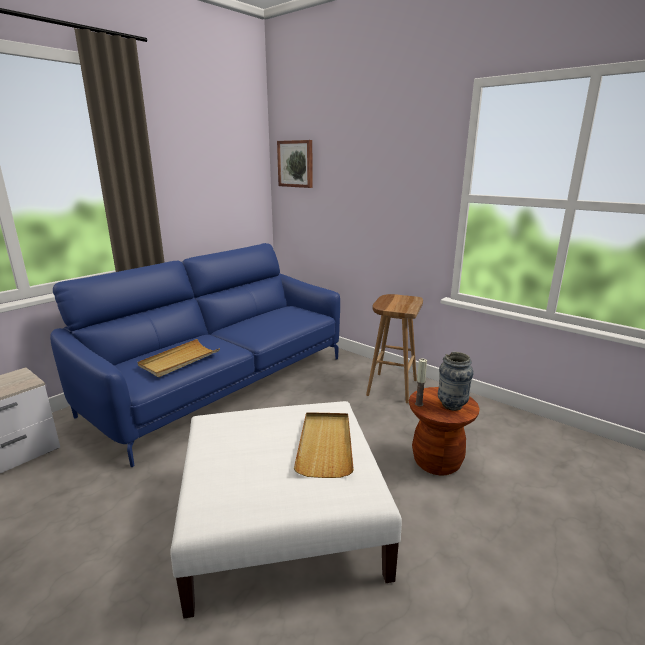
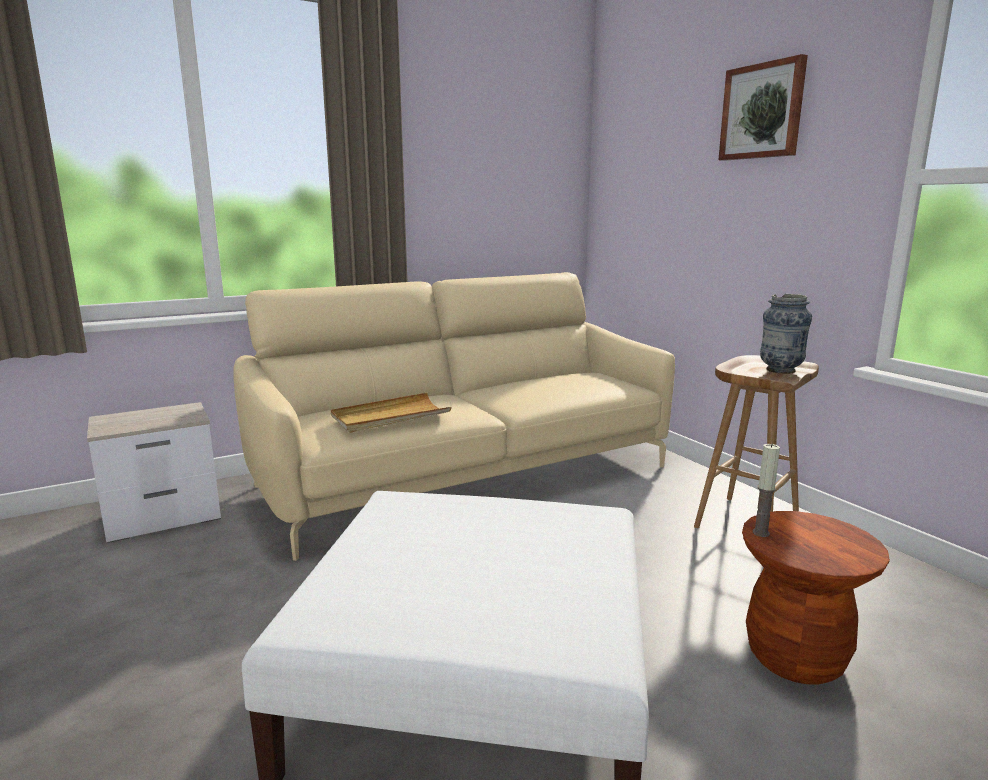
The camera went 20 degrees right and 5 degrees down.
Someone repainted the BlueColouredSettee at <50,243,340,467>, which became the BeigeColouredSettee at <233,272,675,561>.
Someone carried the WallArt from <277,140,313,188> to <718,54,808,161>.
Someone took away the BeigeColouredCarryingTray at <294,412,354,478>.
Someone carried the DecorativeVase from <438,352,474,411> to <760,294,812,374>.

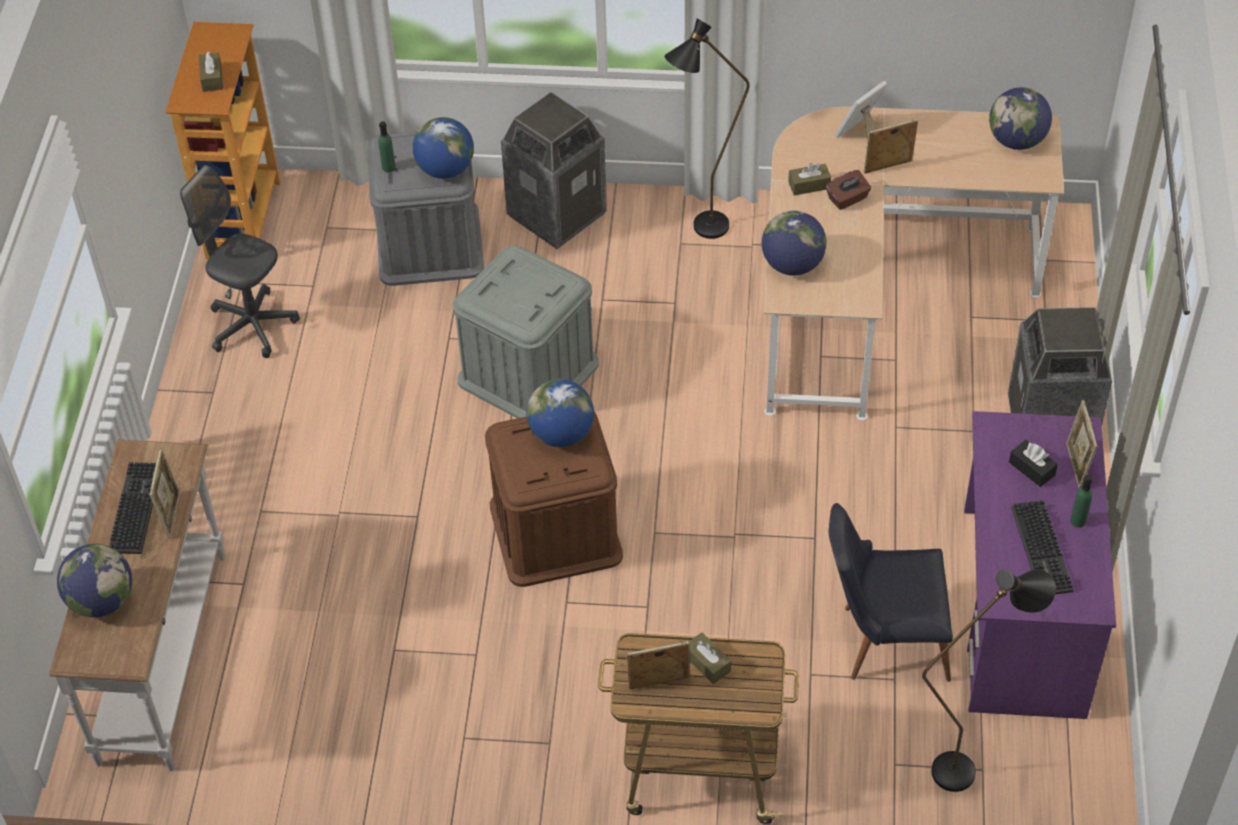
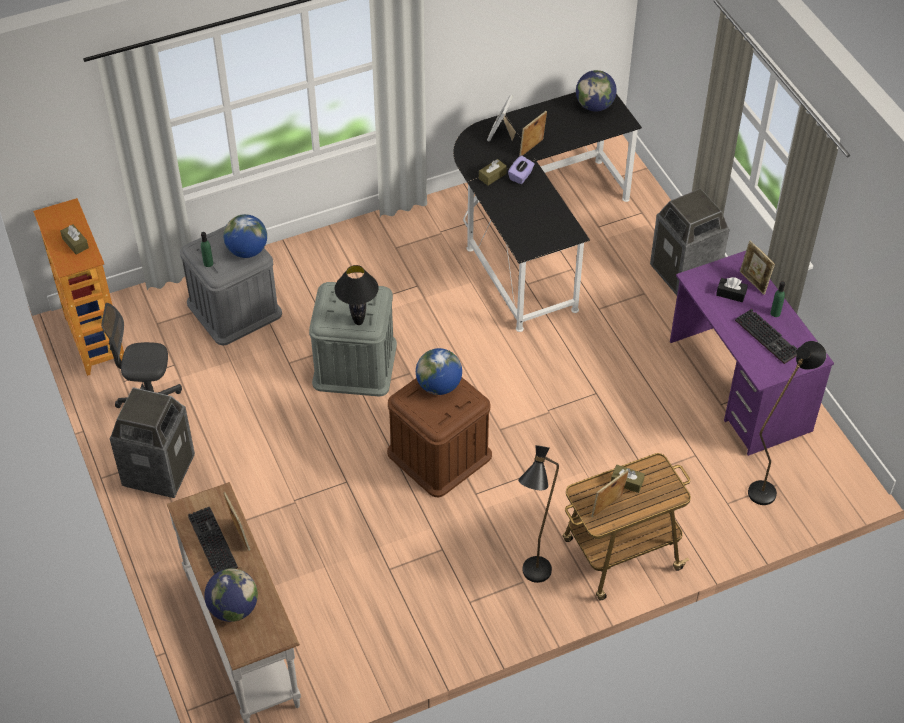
The camera went 30 degrees left and 0 degrees up.
Someone carried the WasteBin from <501,92,607,249> to <109,387,195,498>.
Someone carried the BlackStandardLamp from <664,19,750,239> to <518,445,559,583>.
Someone took away the DeskGlobe at <762,210,826,276>.
Someone repainted the BeigeColouredDeskUnit at <764,107,1064,421>, which became the BlackDeskUnit at <453,92,642,332>.
Someone repainted the BrownColouredTissueBox at <826,170,871,210>, which became the PurpleColouredTissueBox at <508,155,535,184>.
Someone took away the BlackChair at <829,503,953,682>.
Someone put down the BlackTabletopLamp at <335,265,379,325>.

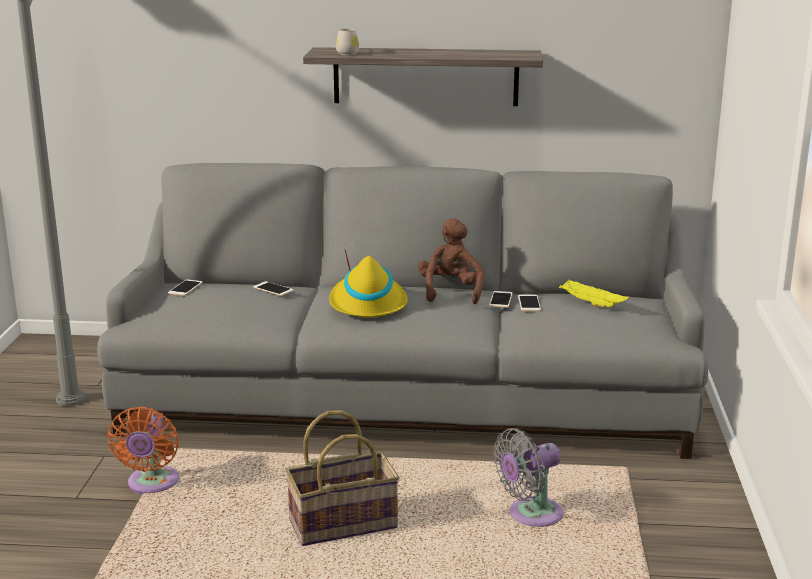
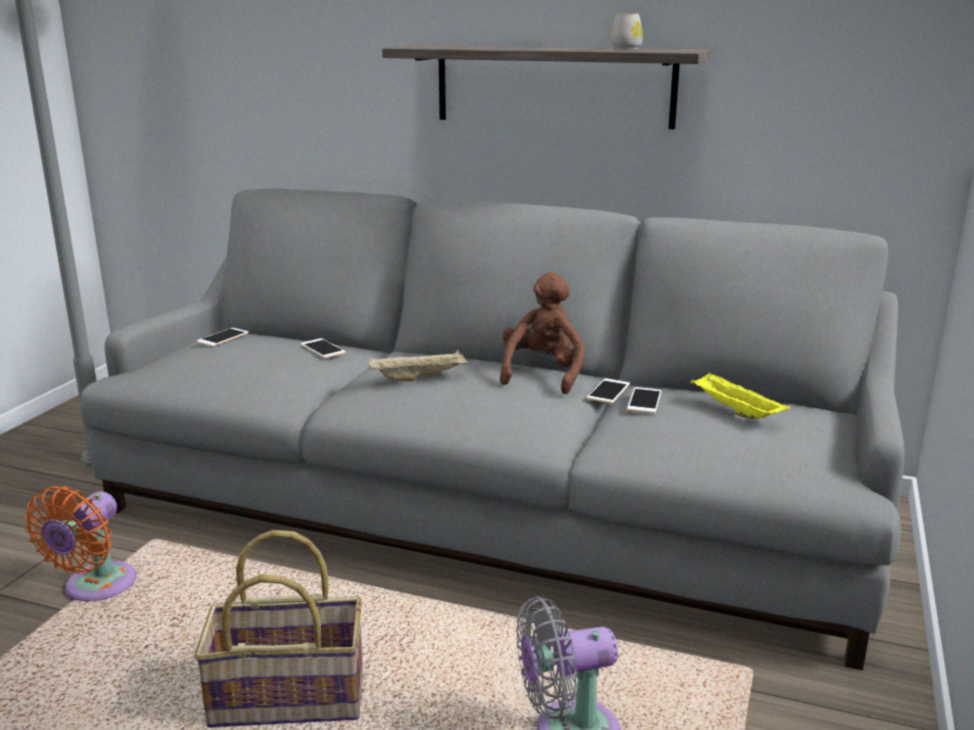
The camera went 15 degrees right and 0 degrees up.
Someone swapped the YellowColouredWearableHat at <329,250,407,318> for the BeigeColouredCarryingTray at <368,350,469,381>.
Someone carried the WhiteColouredTeaMug from <336,28,359,55> to <610,13,643,50>.

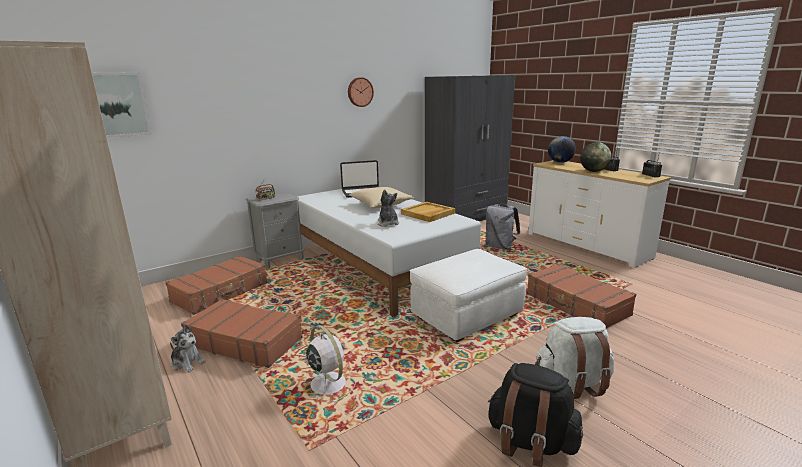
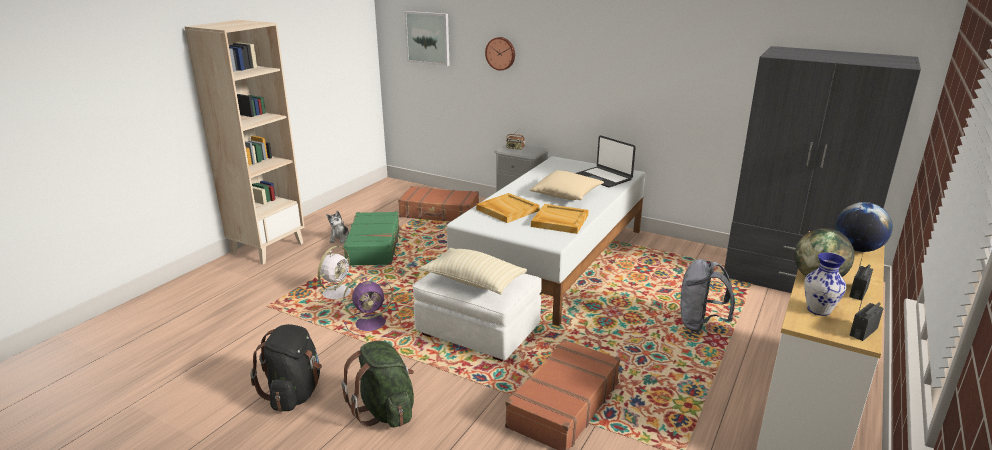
The camera went 65 degrees right and 5 degrees up.
Someone repainted the BrownColouredTravelCase at <181,299,302,368>, which became the GreenColouredTravelCase at <343,211,402,265>.
Someone carried the WallClock from <348,77,374,107> to <485,37,515,71>.
Someone swapped the PlushToy at <378,189,399,227> for the BeigeColouredCarryingTray at <476,193,540,223>.
Someone repainted the WhiteColouredBackpack at <535,317,614,399>, which became the GreenColouredBackpack at <341,341,414,427>.
Someone put down the PurpleColouredElectricFan at <343,275,393,336>.
Someone put down the BeigeColouredThrowPillow at <420,248,527,294>.
Someone put down the DecorativeVase at <804,253,846,316>.

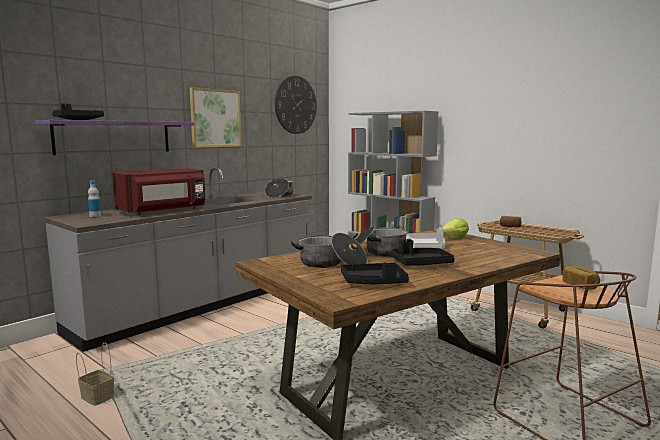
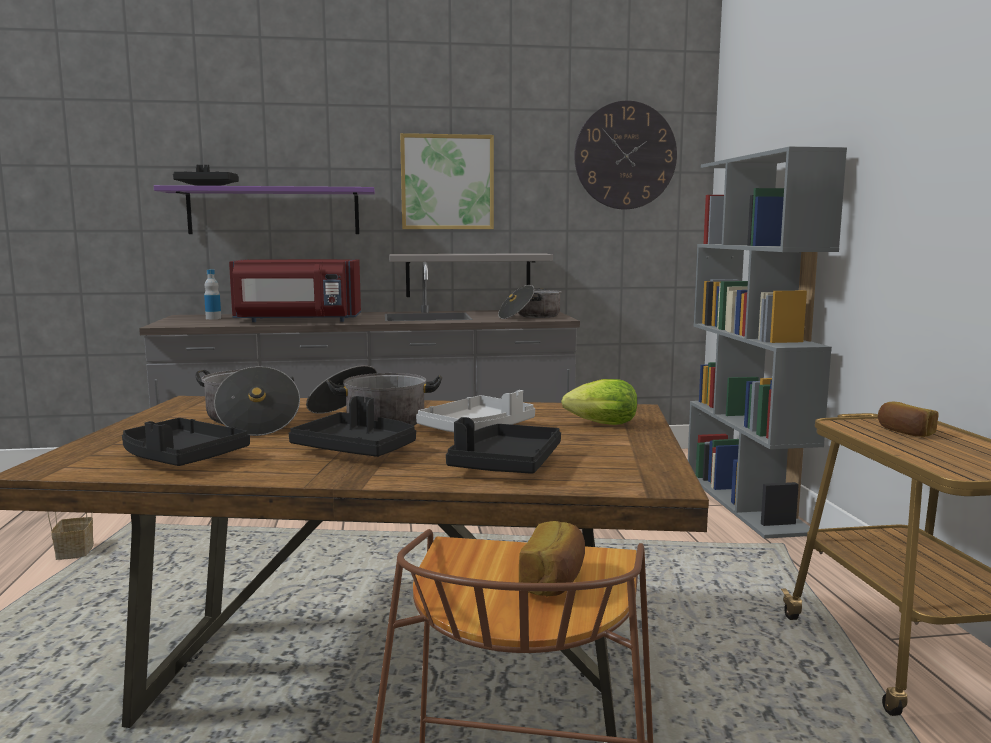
The camera went 40 degrees right and 0 degrees up.
Someone put up the GreyishBracketShelf at <389,253,553,297>.
Someone put down the BlackCarryingTray at <446,417,561,474>.

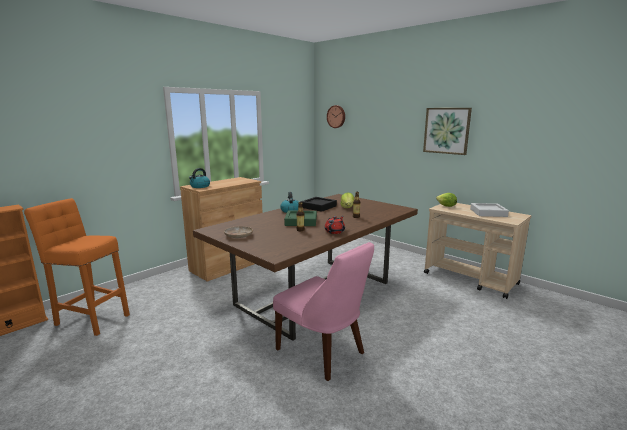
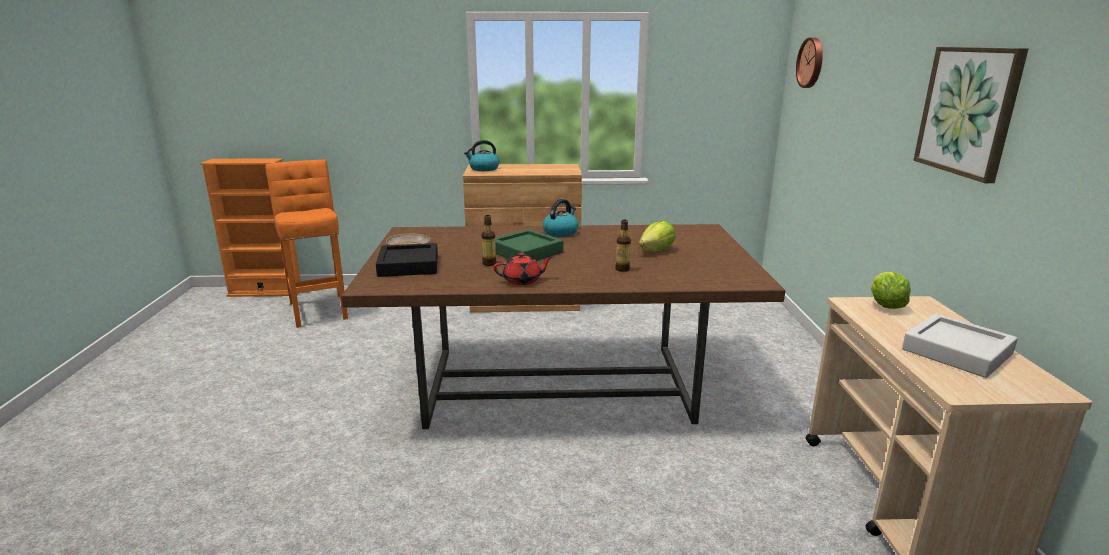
The camera went 45 degrees right and 5 degrees up.
Someone took away the PinkChair at <273,242,374,381>.
Someone carried the BlackCarryingTray from <301,197,337,212> to <376,243,438,277>.

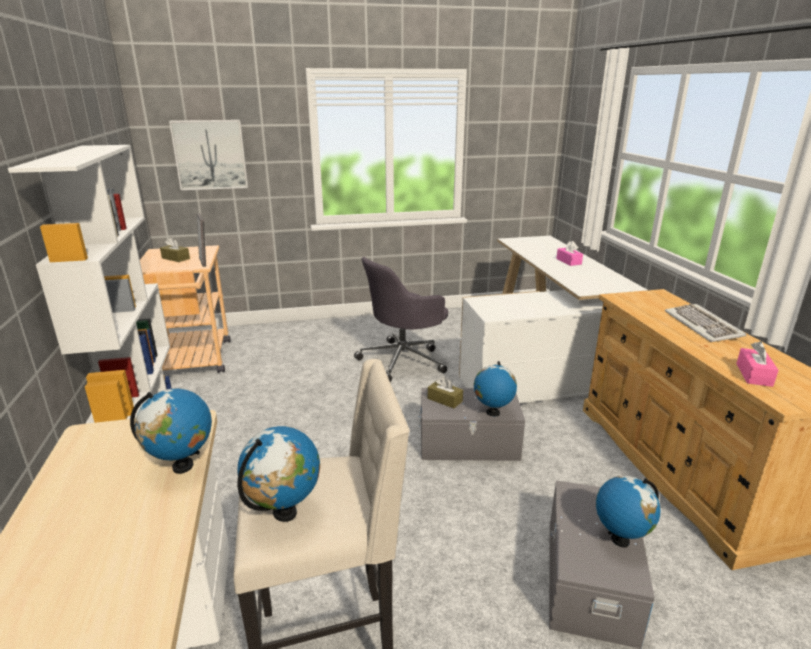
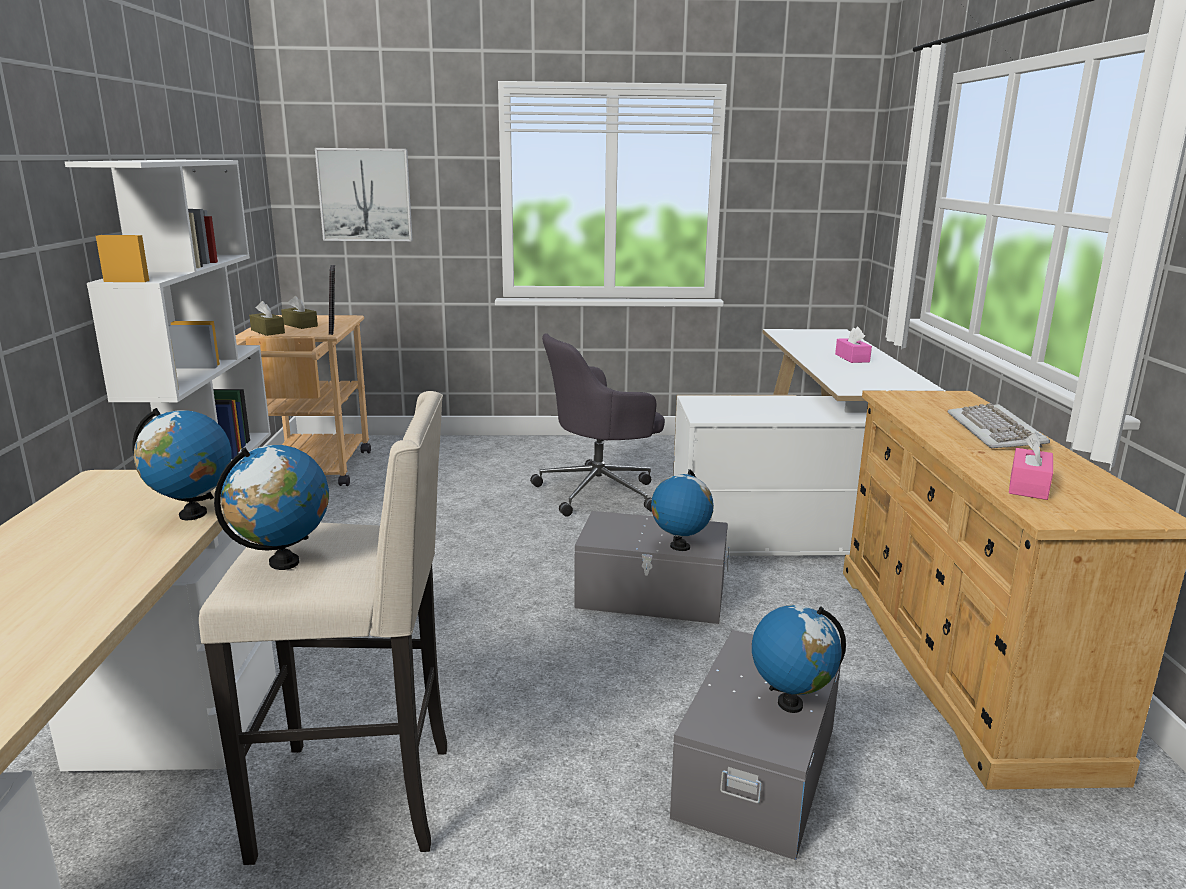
The camera went 10 degrees right and 5 degrees down.
Someone carried the BrownColouredTissueBox from <428,377,463,408> to <249,301,285,336>.

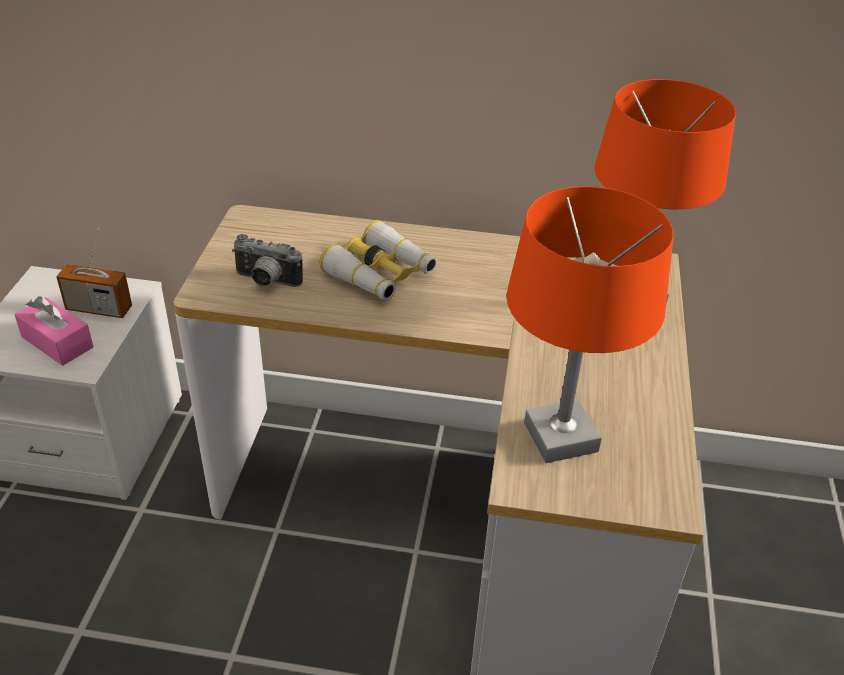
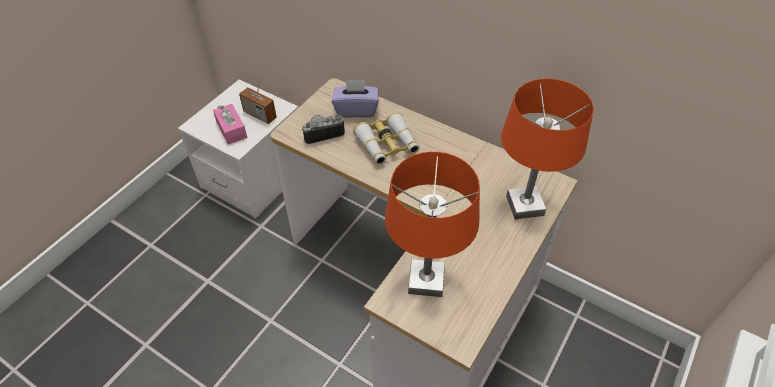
The camera went 25 degrees right and 10 degrees up.
Someone rotated the StillCamera at <232,234,303,287> by 120 degrees clockwise.
Someone put down the PurpleColouredTissueBox at <332,79,379,118>.

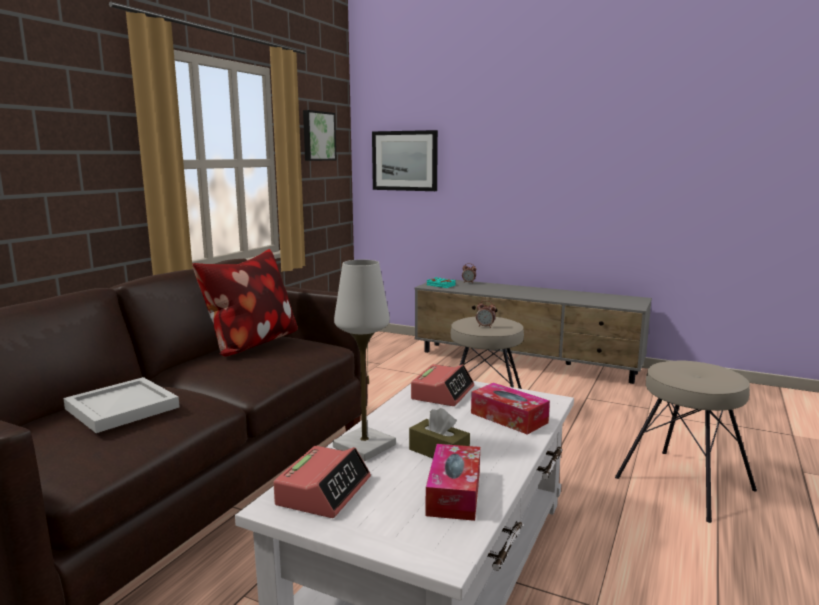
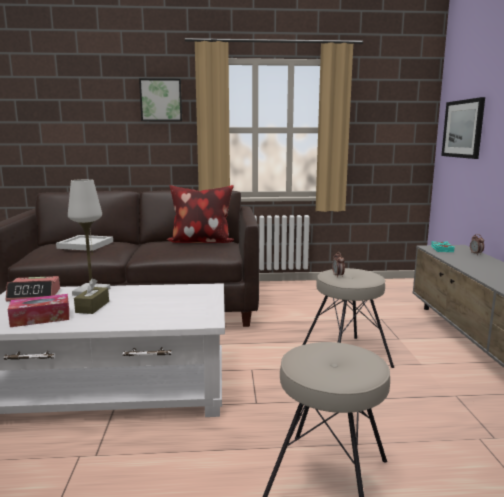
The camera went 60 degrees right and 0 degrees up.
Someone carried the WallArt from <303,110,337,161> to <139,78,182,121>.
Someone took away the AlarmClock at <411,364,474,406>.
Someone took away the TissueBox at <471,383,550,435>.

